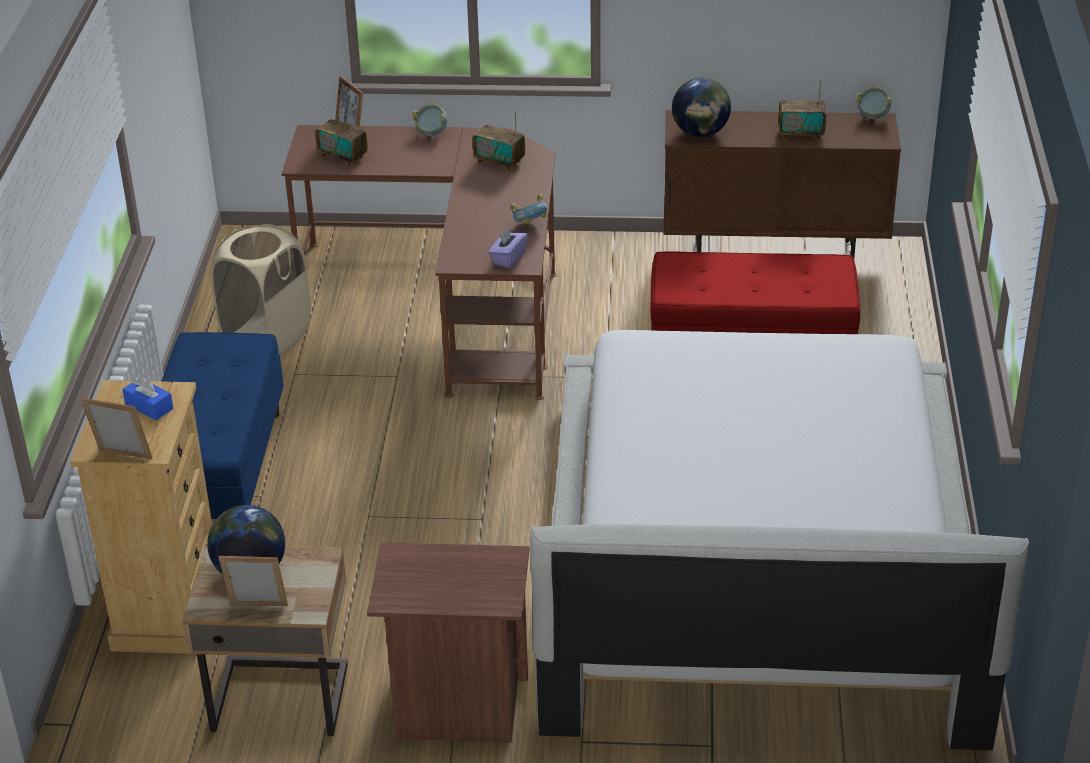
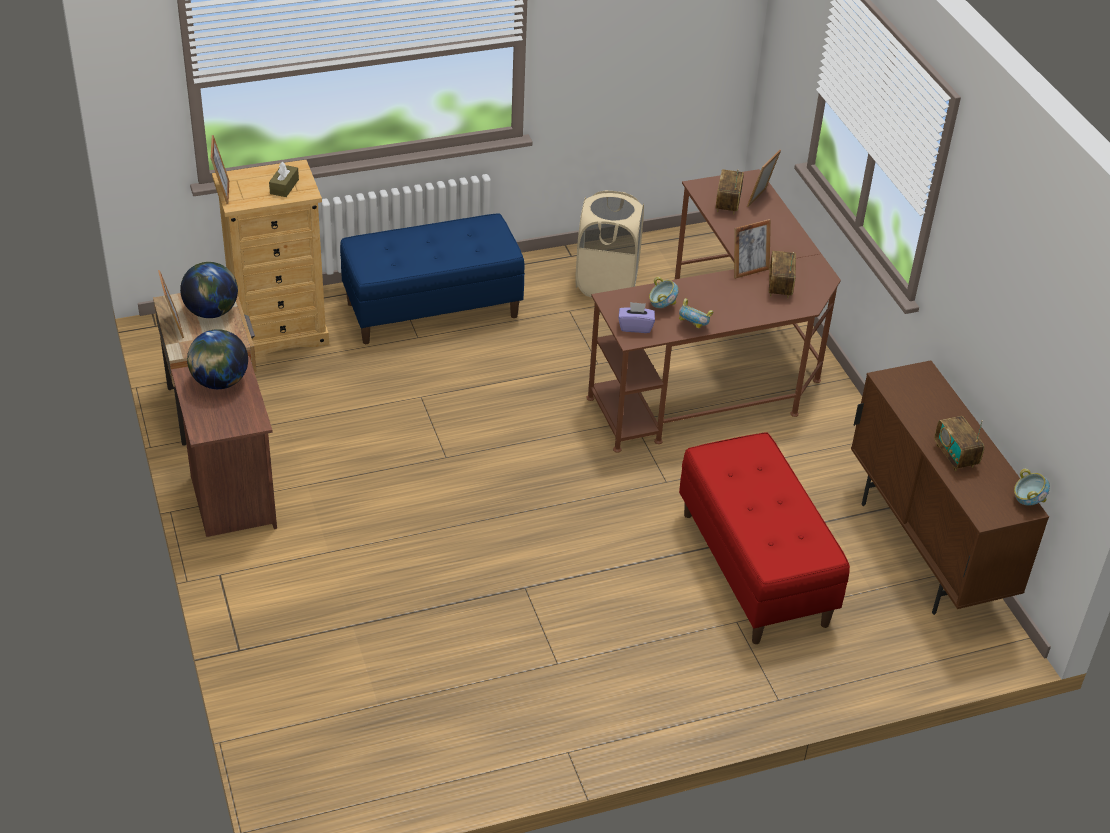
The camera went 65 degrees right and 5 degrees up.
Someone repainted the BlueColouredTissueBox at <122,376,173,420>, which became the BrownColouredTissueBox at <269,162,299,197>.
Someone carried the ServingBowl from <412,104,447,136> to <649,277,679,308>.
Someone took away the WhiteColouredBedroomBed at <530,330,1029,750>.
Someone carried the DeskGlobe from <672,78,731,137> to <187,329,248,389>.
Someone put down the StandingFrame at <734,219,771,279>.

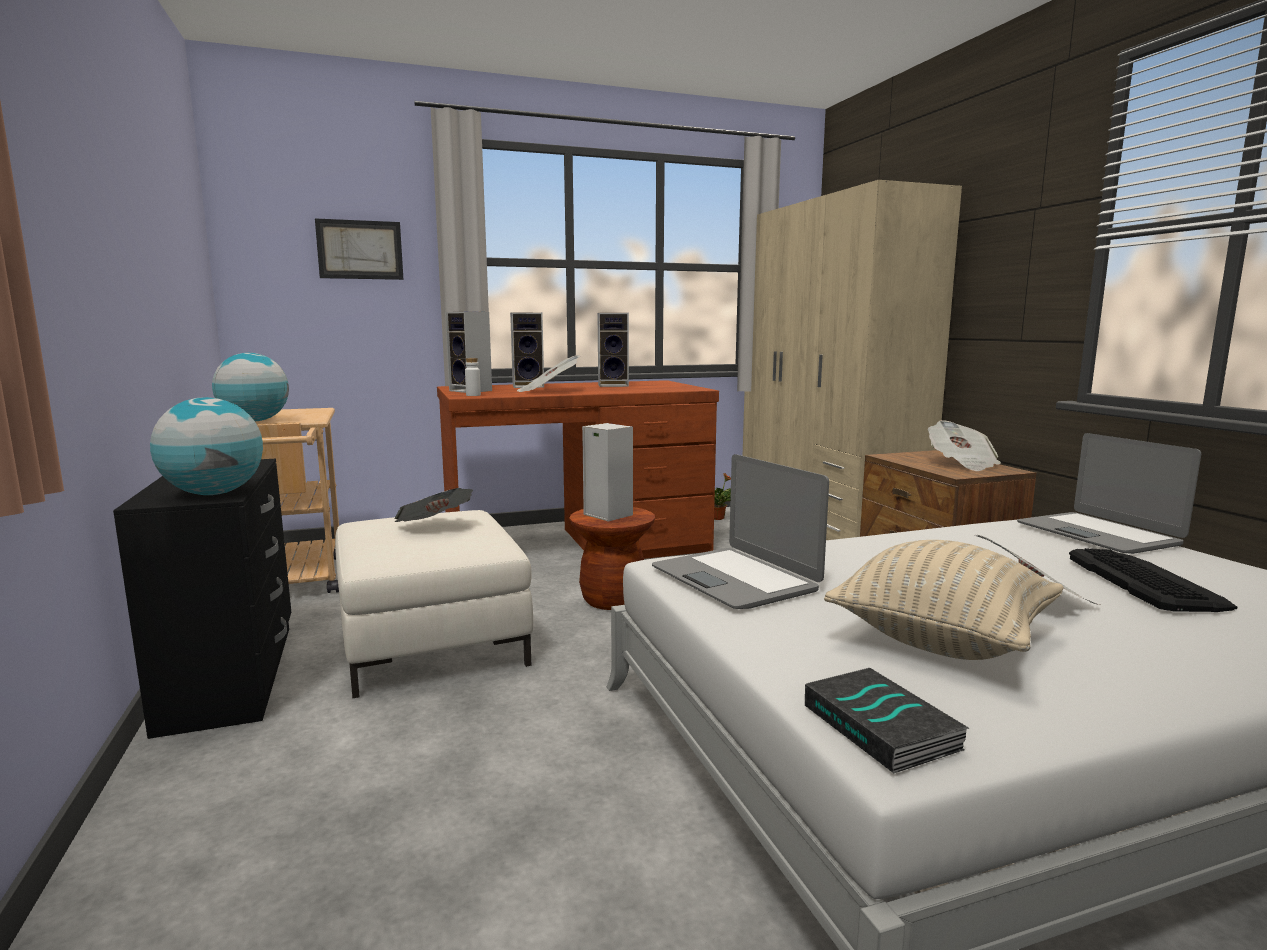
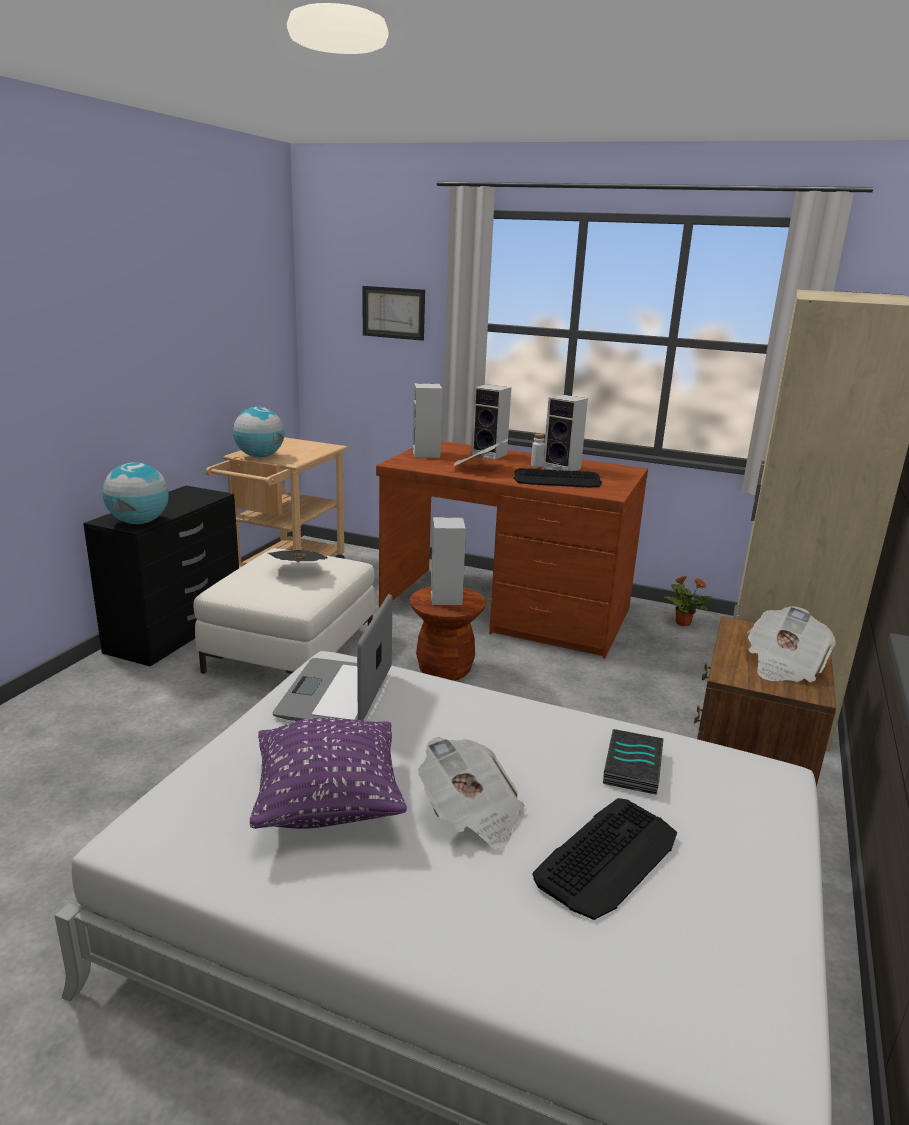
The camera went 40 degrees right and 10 degrees up.
Someone carried the WhiteColouredDrinkBottle from <465,358,481,396> to <531,433,545,467>.
Someone carried the Volume from <805,668,969,773> to <603,729,664,795>.
Someone repainted the BeigeColouredThrowPillow at <824,540,1063,660>, which became the PurpleColouredThrowPillow at <250,718,407,829>.
Someone took away the Laptop at <1017,433,1201,554>.
Someone put down the PcKeyboard at <514,468,602,488>.

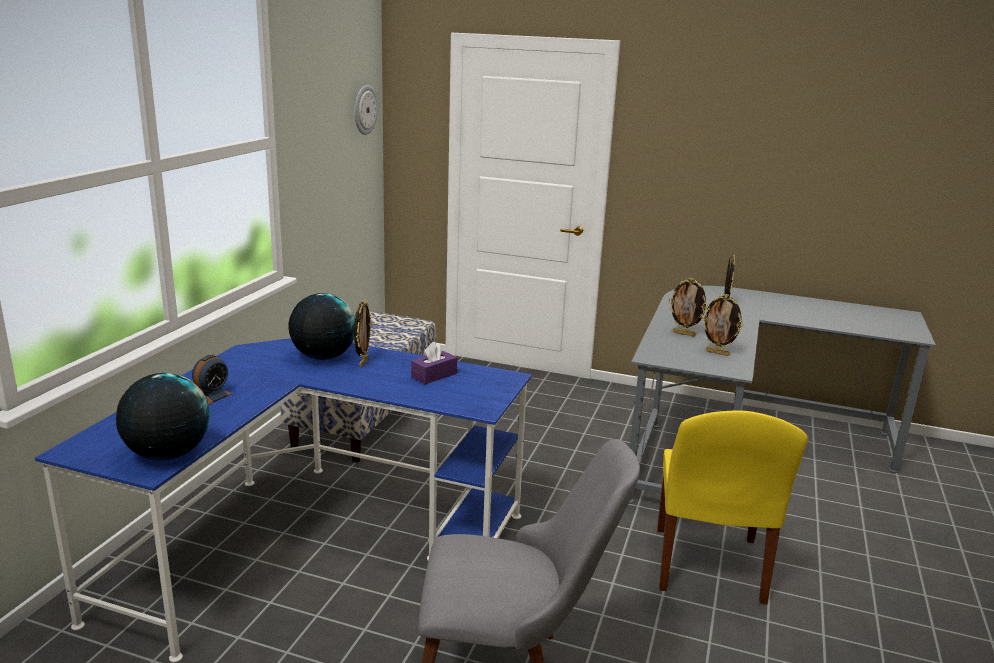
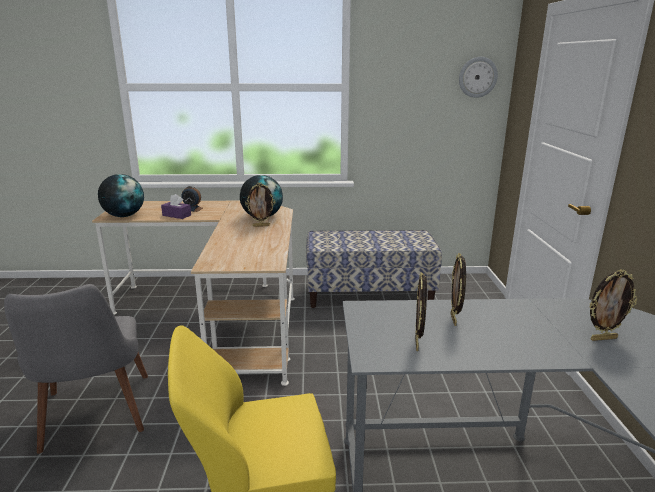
The camera went 70 degrees right and 0 degrees up.
Someone repainted the BlueColouredDeskUnit at <35,338,532,663>, which became the BeigeColouredDeskUnit at <92,201,295,386>.
Someone carried the PurpleColouredTissueBox from <411,342,457,384> to <161,194,191,219>.

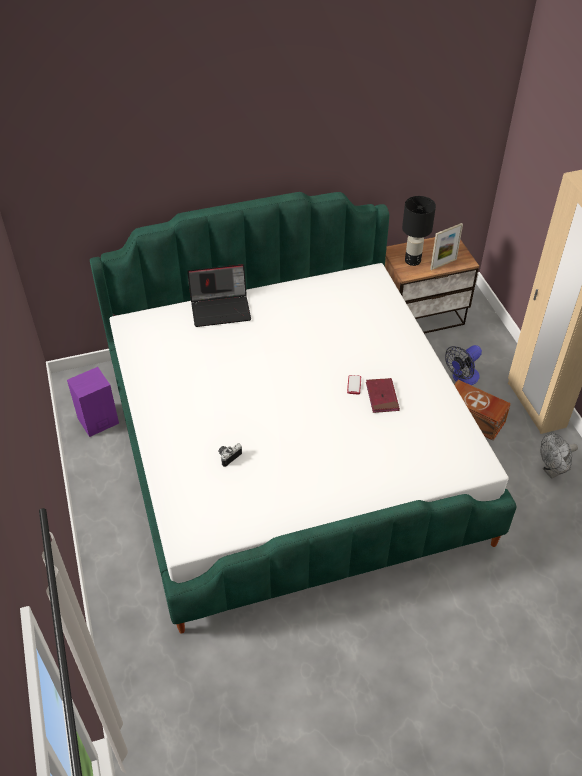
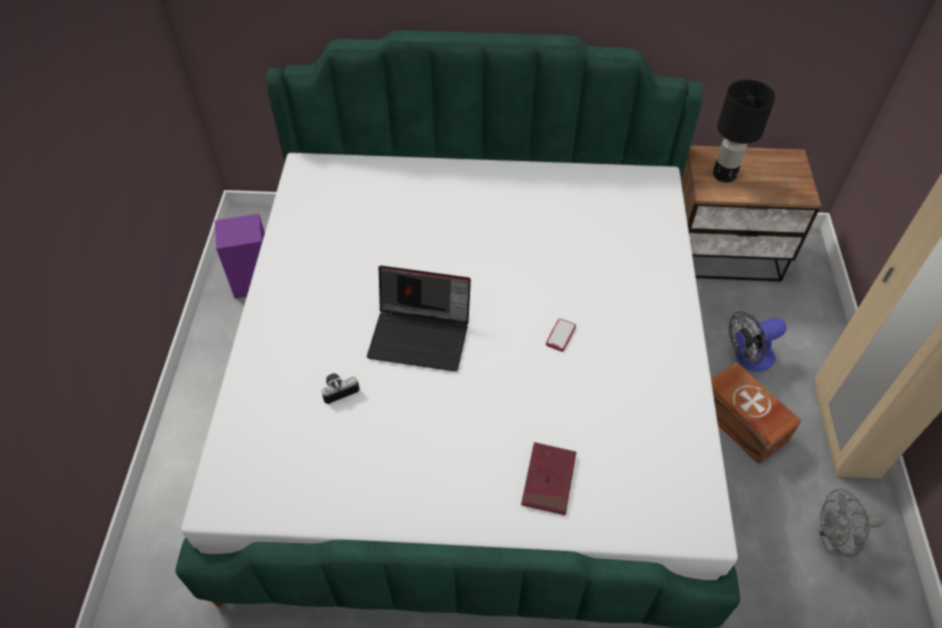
The camera went 20 degrees right and 5 degrees up.
Someone carried the Laptop from <187,264,251,327> to <367,266,471,372>.
Someone carried the RedColouredVolume from <366,378,400,413> to <521,442,576,515>.
Someone took away the StandingFrame at <430,223,463,270>.

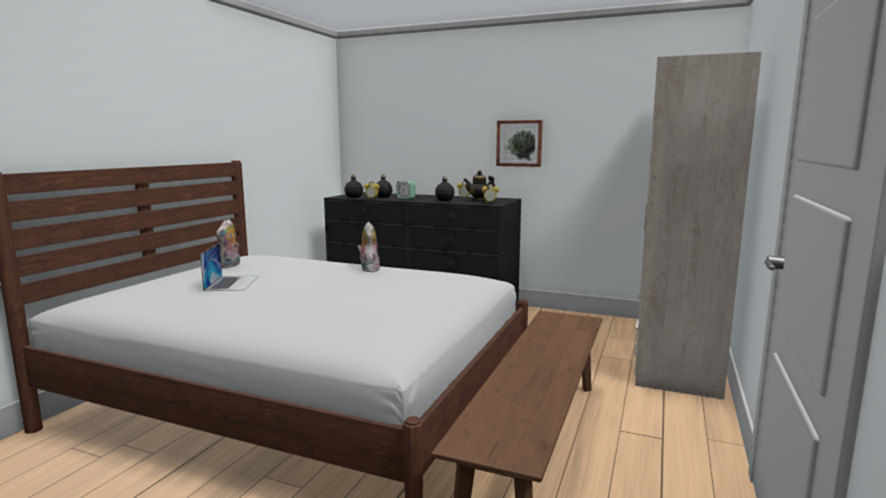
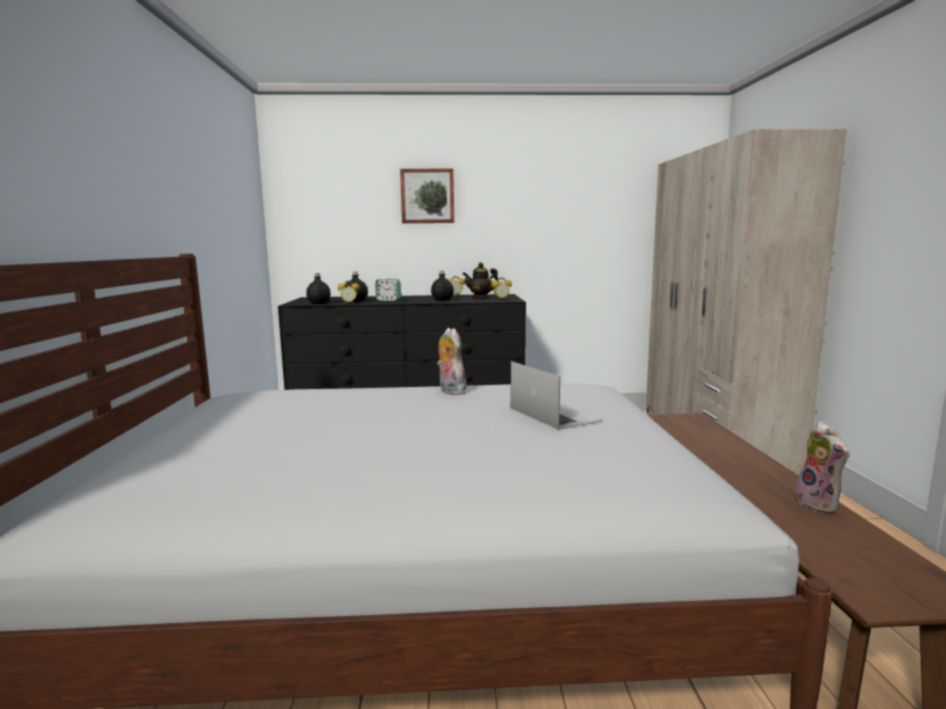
The camera went 25 degrees left and 0 degrees up.
Someone carried the Laptop from <200,243,259,291> to <511,361,603,430>.
Someone carried the PlushToy from <216,219,240,268> to <794,421,850,514>.
Someone carried the WallArt from <496,120,543,167> to <400,169,454,223>.

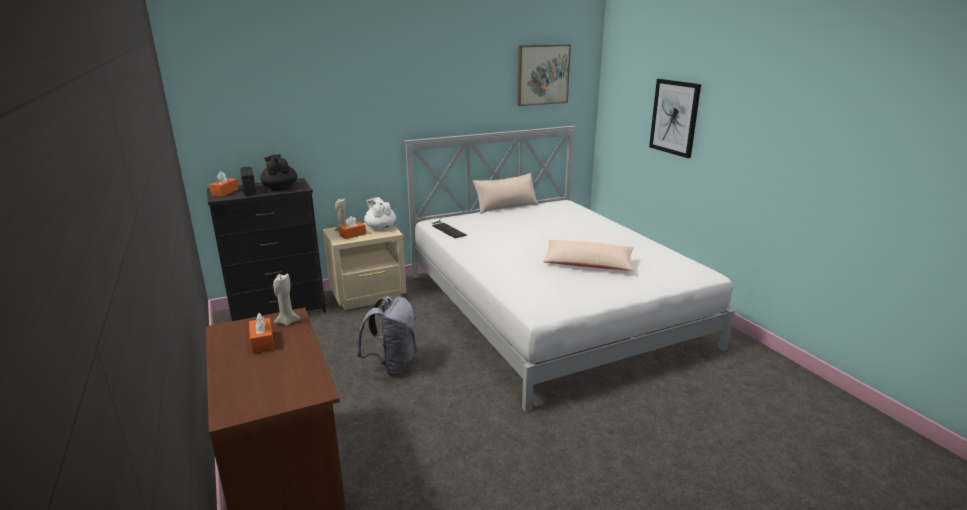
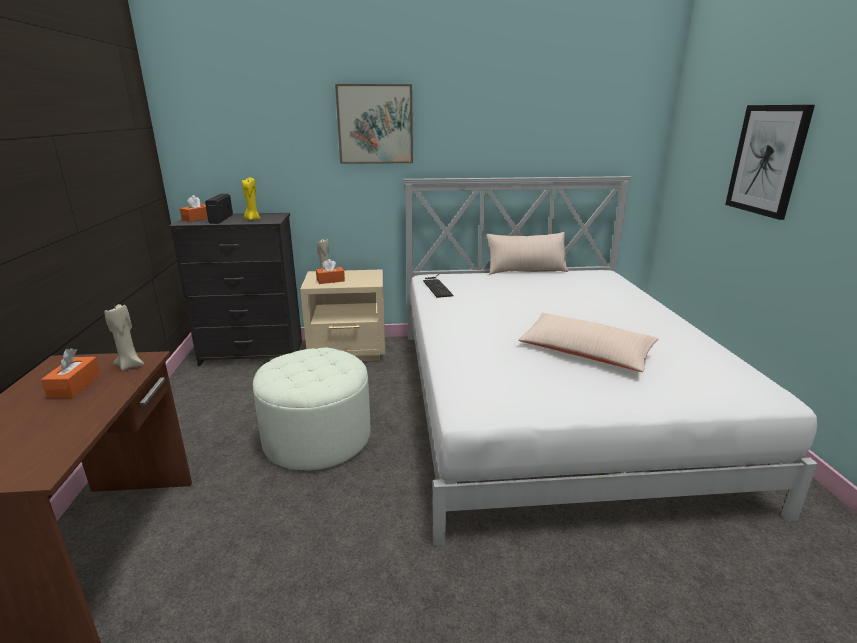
The camera went 20 degrees right and 0 degrees up.
Someone swapped the BlackTeapot at <260,154,298,190> for the YellowColouredCandle at <242,178,260,220>.
Someone swapped the GreyishBackpack at <357,296,417,376> for the WhiteColouredOttoman at <253,348,370,471>.
Someone took away the WhiteColouredTeapot at <364,197,396,230>.
Someone carried the WallArt from <517,44,571,106> to <335,84,413,164>.

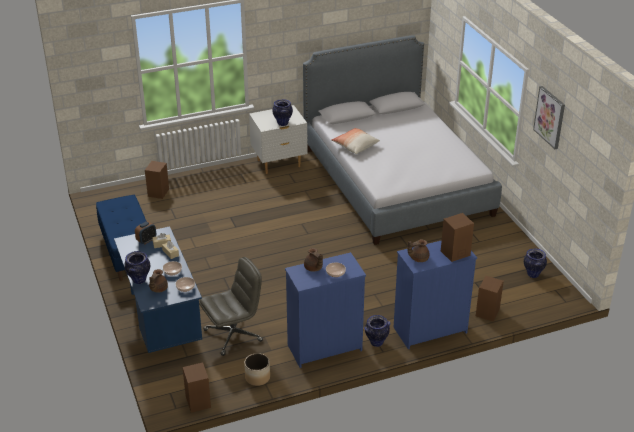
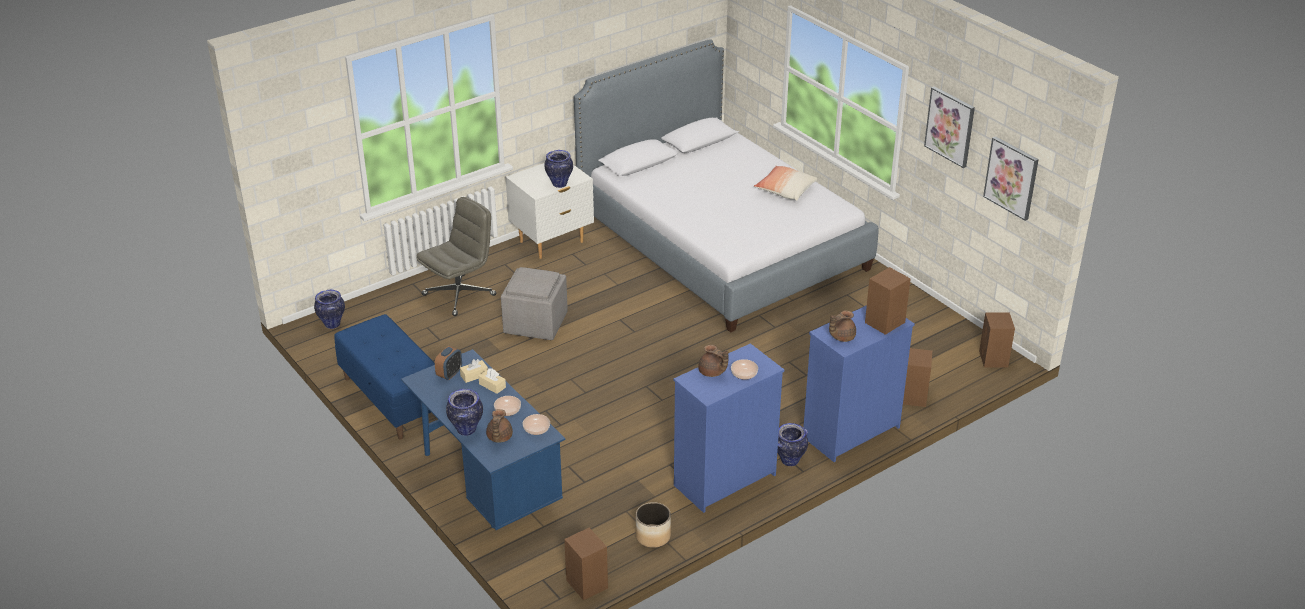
The camera went 15 degrees left and 0 degrees up.
Someone carried the BrownColouredAudioSpeaker from <145,161,169,199> to <979,312,1015,368>.
Someone carried the GreyishDeskChair from <199,257,263,356> to <416,197,496,316>.
Someone carried the ThrowPillow from <331,128,380,154> to <754,166,817,201>.
Someone carried the DecorativeVase from <524,248,547,278> to <314,290,345,329>.
Someone put down the GreyishOttoman at <501,267,568,340>.
Someone put up the WallArt at <983,136,1039,221>.

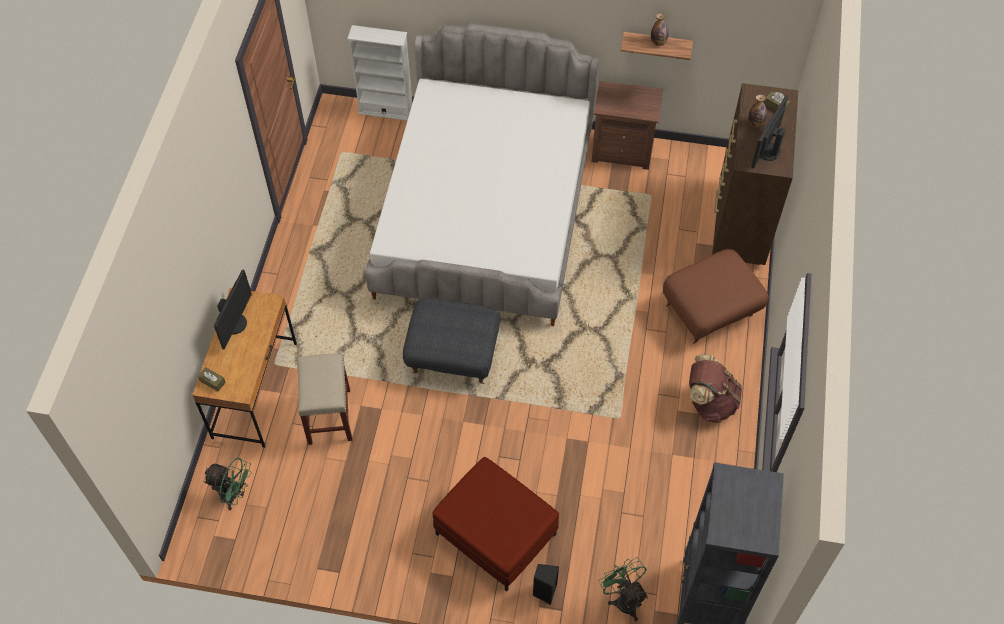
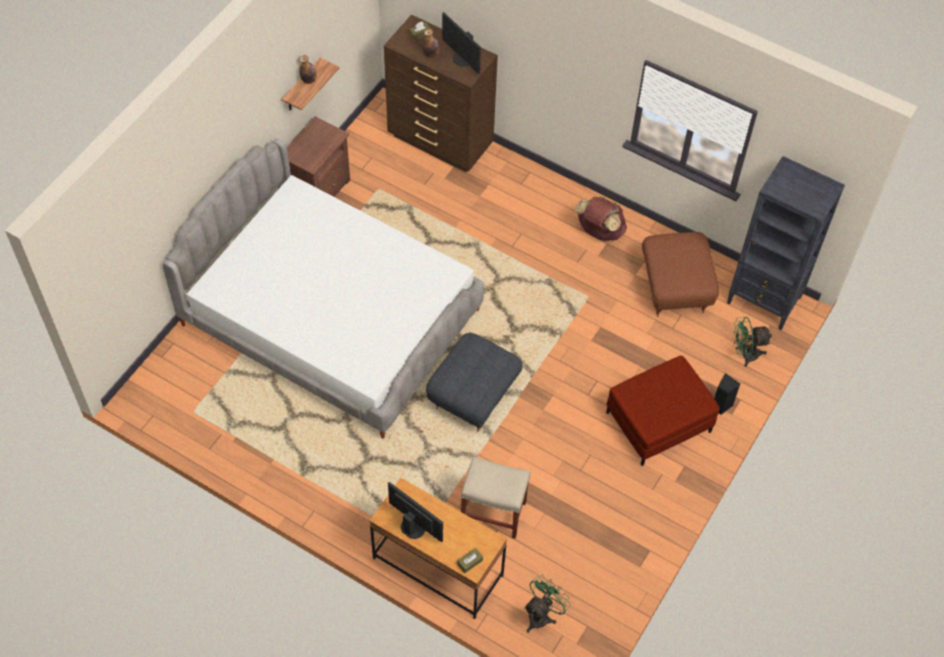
The camera went 70 degrees left and 0 degrees up.
Someone took away the WhiteColouredBookcase at <347,25,412,121>.
Someone carried the BrownColouredOttoman from <663,249,769,344> to <642,232,719,317>.

